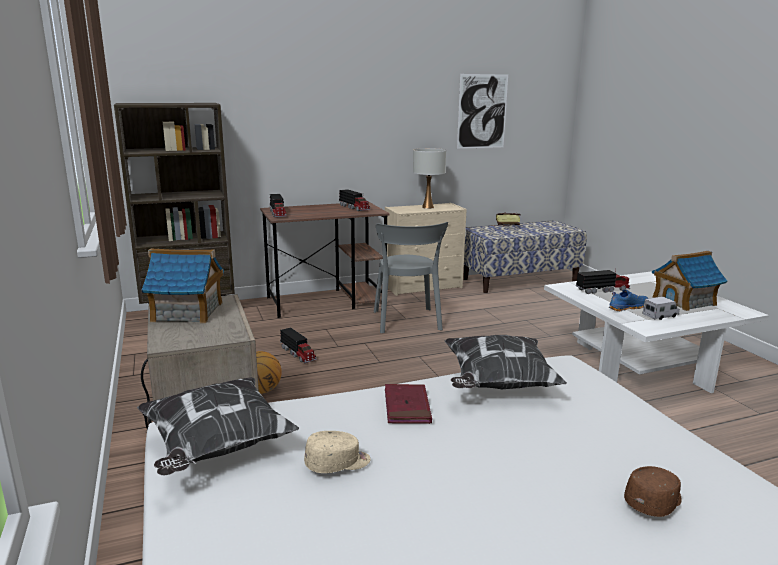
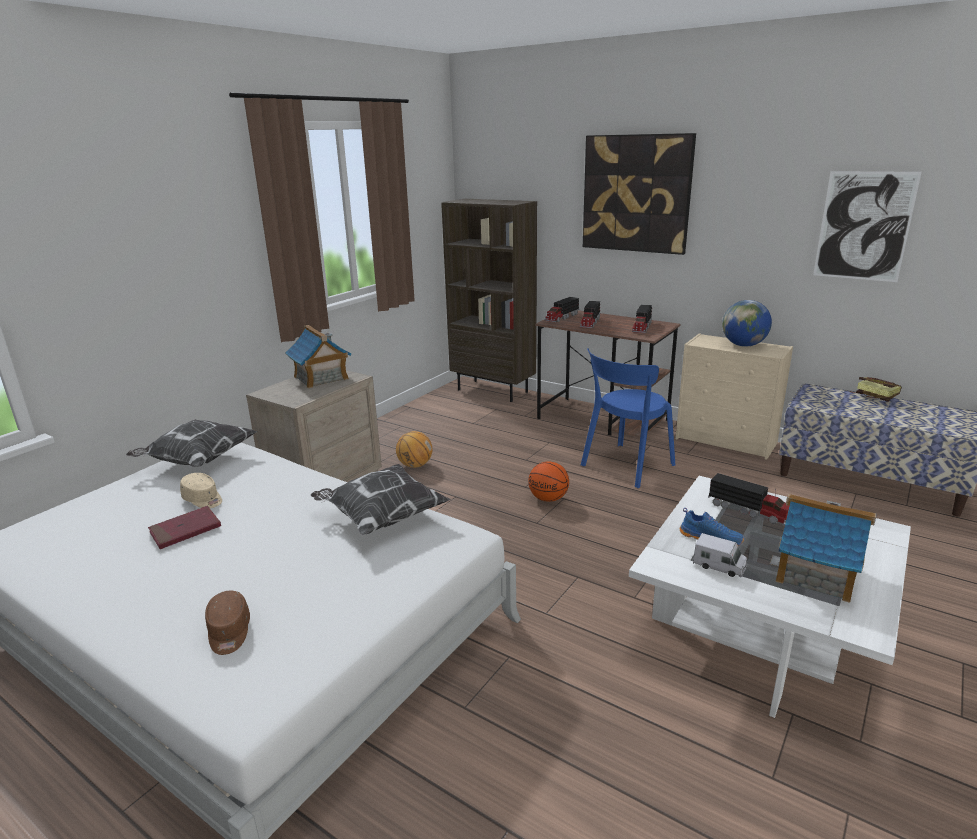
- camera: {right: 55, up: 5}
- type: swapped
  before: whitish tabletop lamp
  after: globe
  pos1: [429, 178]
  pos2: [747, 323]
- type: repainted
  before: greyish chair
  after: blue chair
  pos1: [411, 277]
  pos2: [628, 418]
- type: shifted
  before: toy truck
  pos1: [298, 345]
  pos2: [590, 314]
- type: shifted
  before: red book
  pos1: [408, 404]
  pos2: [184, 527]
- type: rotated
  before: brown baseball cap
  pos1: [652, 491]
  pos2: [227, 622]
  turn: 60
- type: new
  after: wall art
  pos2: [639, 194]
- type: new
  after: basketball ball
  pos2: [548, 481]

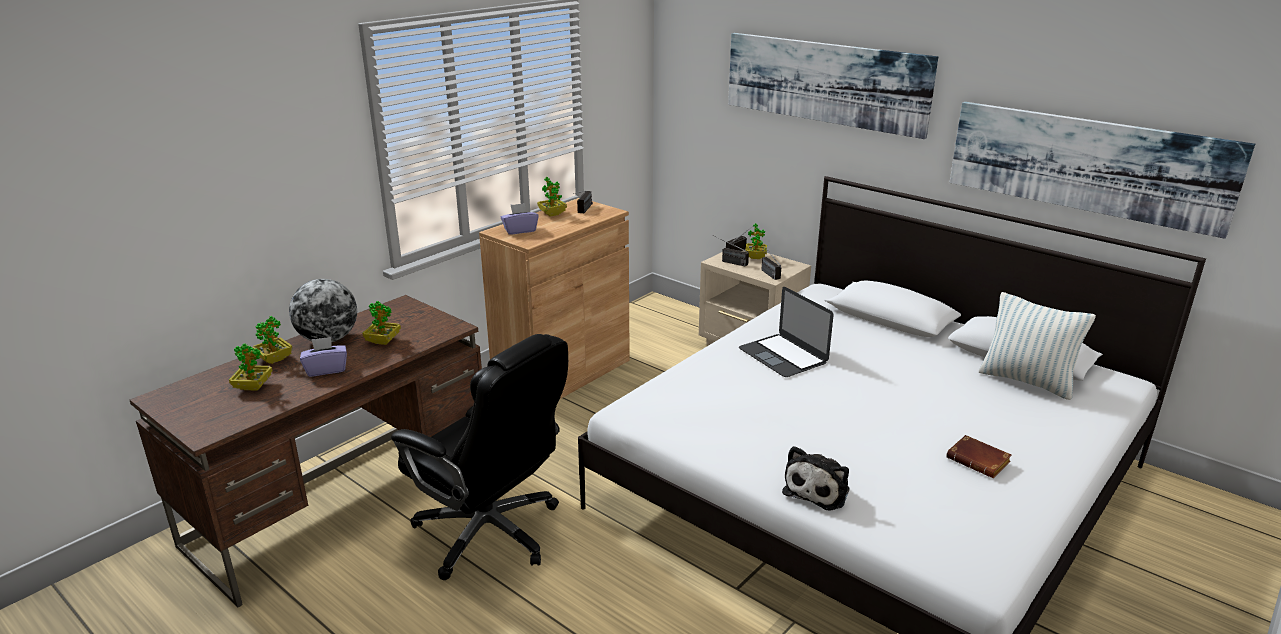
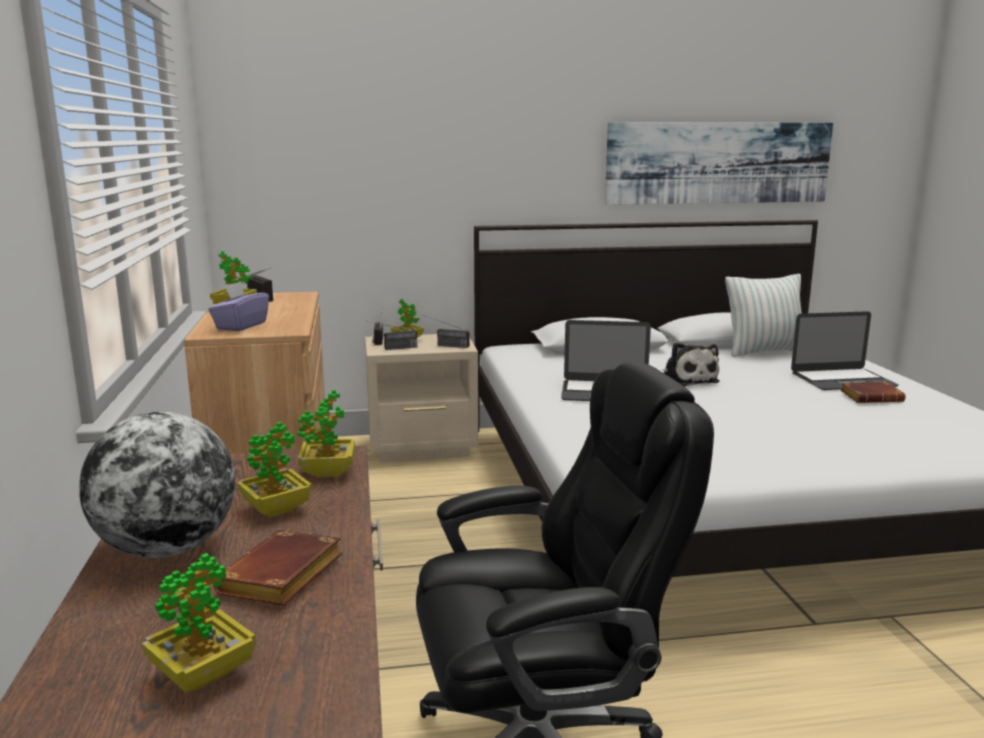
- camera: {right: -50, up: -10}
- type: gone
  before: wall art
  pos1: [833, 86]
- type: shifted
  before: potted plant
  pos1: [272, 340]
  pos2: [326, 434]
- type: swapped
  before: purple-coloured tissue holder
  after: brown book
  pos1: [323, 357]
  pos2: [277, 568]
- type: shifted
  before: soft toy
  pos1: [815, 478]
  pos2: [690, 364]
- type: new
  after: notebook computer
  pos2: [844, 350]

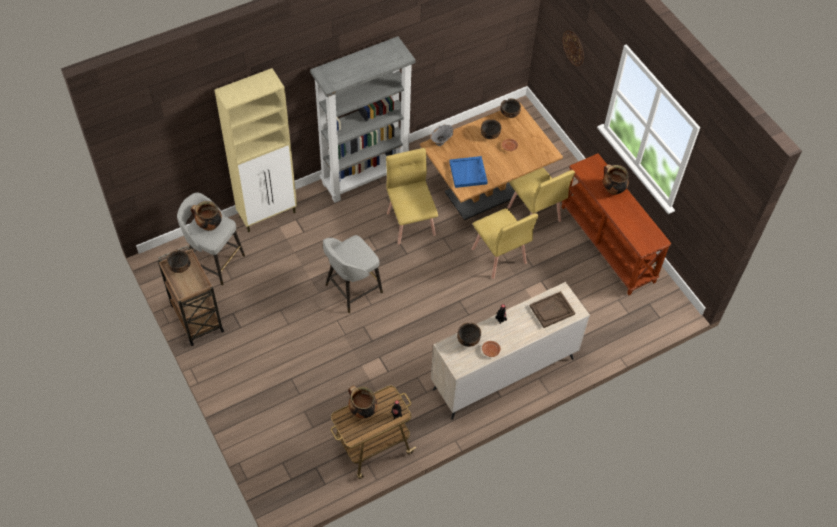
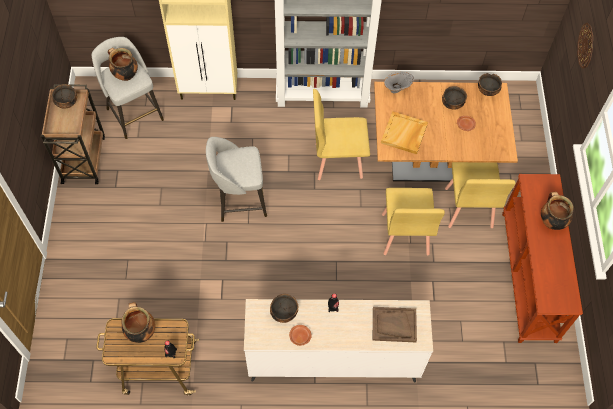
- camera: {right: 30, up: 5}
- type: rotated
  before: yellowish chair
  pos1: [412, 196]
  pos2: [341, 134]
  turn: -105
- type: repainted
  before: blue tray
  after: beige-coloured tray
  pos1: [468, 172]
  pos2: [404, 132]

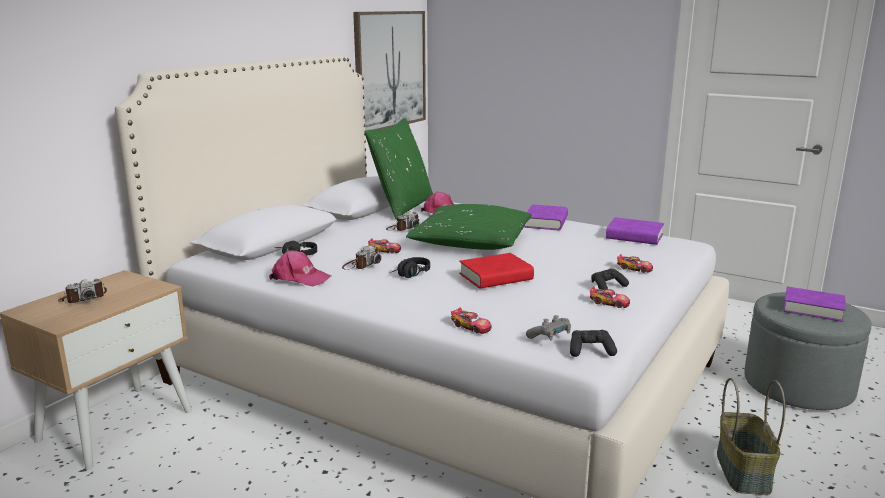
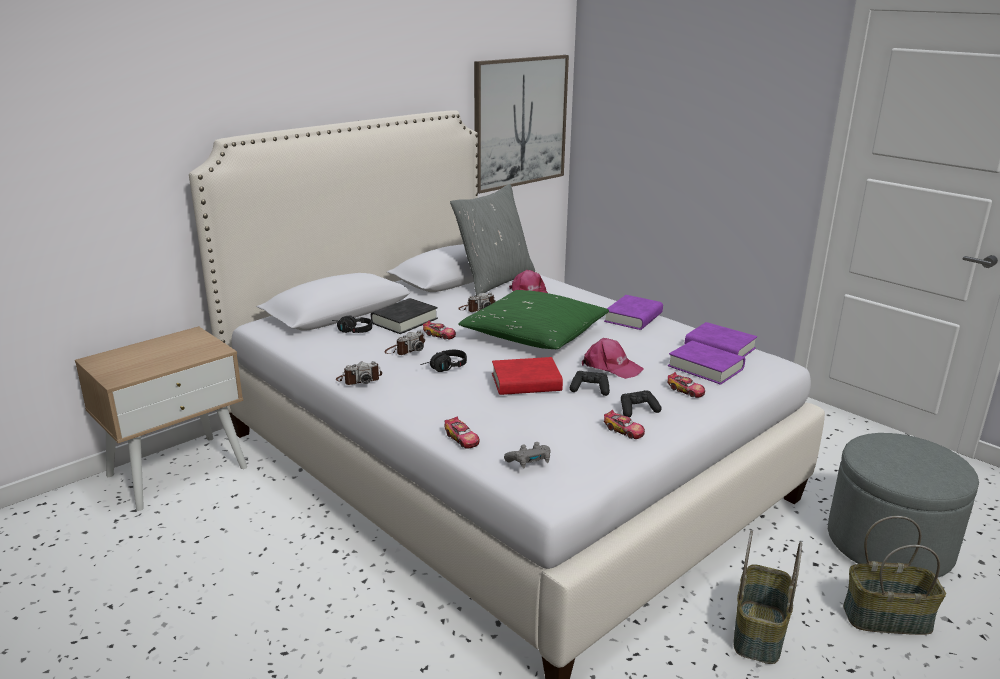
- camera: {right: 15, up: 5}
- type: repainted
  before: greenish throw pillow
  after: greyish throw pillow
  pos1: [398, 169]
  pos2: [492, 239]
- type: shifted
  before: pink baseball cap
  pos1: [300, 268]
  pos2: [613, 358]
- type: shifted
  before: still camera
  pos1: [82, 290]
  pos2: [359, 373]
- type: shifted
  before: purple-coloured book
  pos1: [814, 304]
  pos2: [706, 363]
- type: shifted
  before: black game controller
  pos1: [593, 343]
  pos2: [590, 383]
- type: new
  after: black book
  pos2: [404, 316]
- type: new
  after: basket
  pos2: [894, 575]

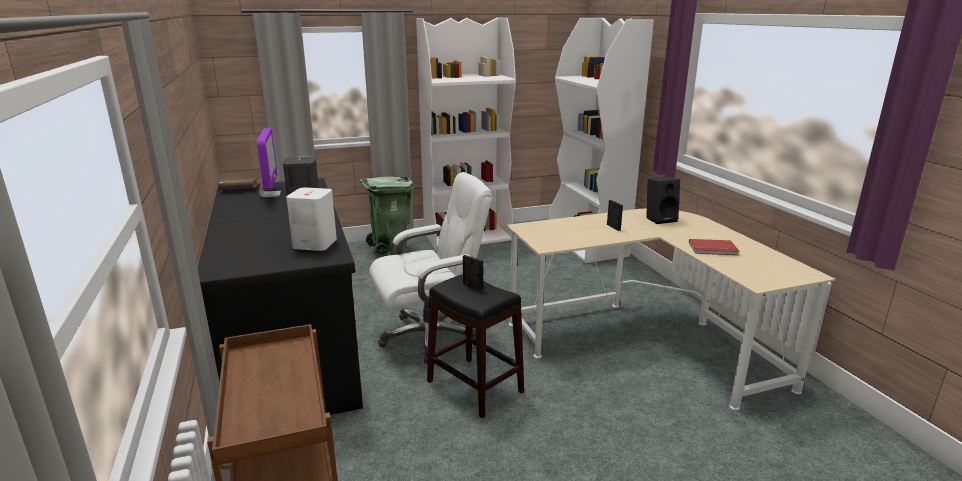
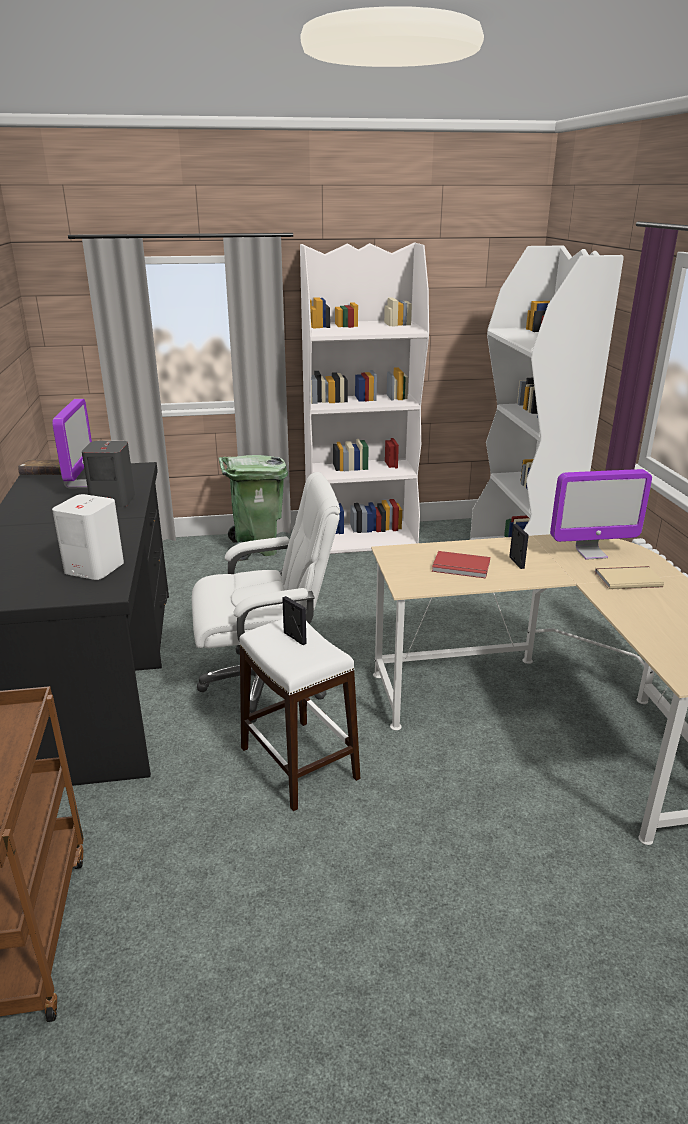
- camera: {right: 10, up: 5}
- type: swapped
  before: black speaker
  after: computer screen
  pos1: [663, 200]
  pos2: [601, 514]
- type: shifted
  before: red book
  pos1: [714, 247]
  pos2: [461, 564]
- type: repainted
  before: black stool seat
  after: whitish stool seat
  pos1: [475, 346]
  pos2: [300, 715]
- type: new
  after: beige-coloured book
  pos2: [629, 577]

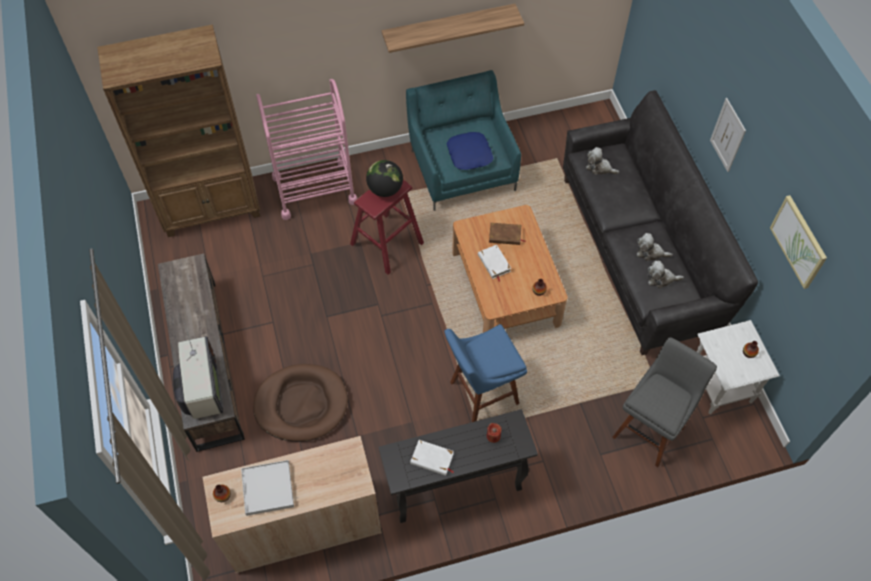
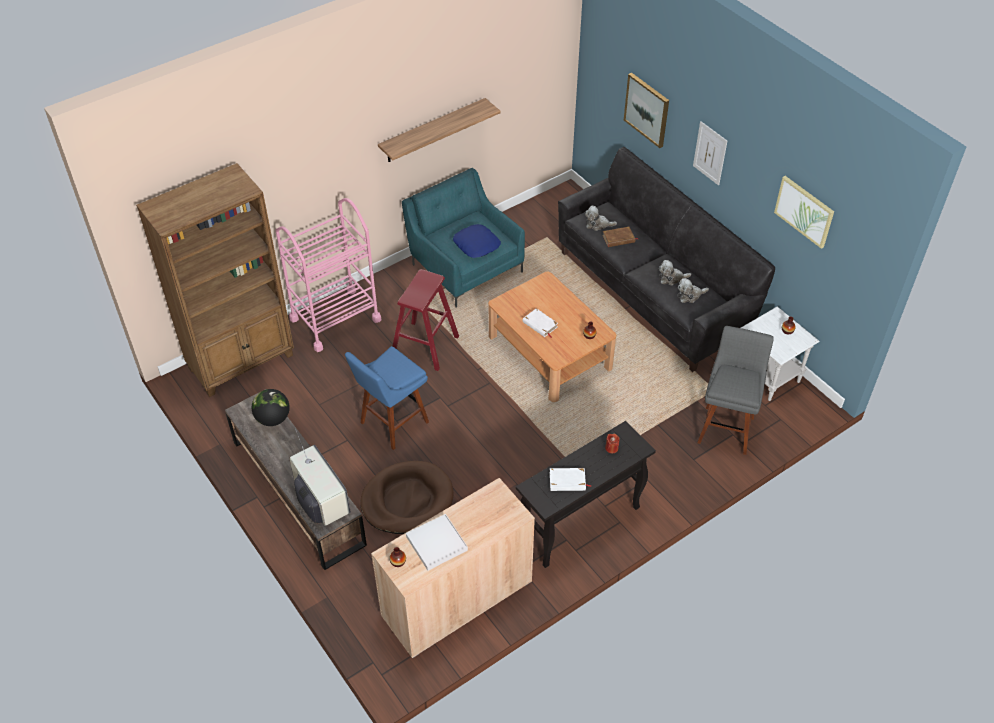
- camera: {right: -20, up: -10}
- type: shifted
  before: globe
  pos1: [384, 178]
  pos2: [271, 407]
- type: shifted
  before: brown book
  pos1: [507, 234]
  pos2: [620, 237]
- type: shifted
  before: blue stool seat
  pos1: [485, 373]
  pos2: [387, 398]
- type: new
  after: wall art
  pos2: [646, 110]

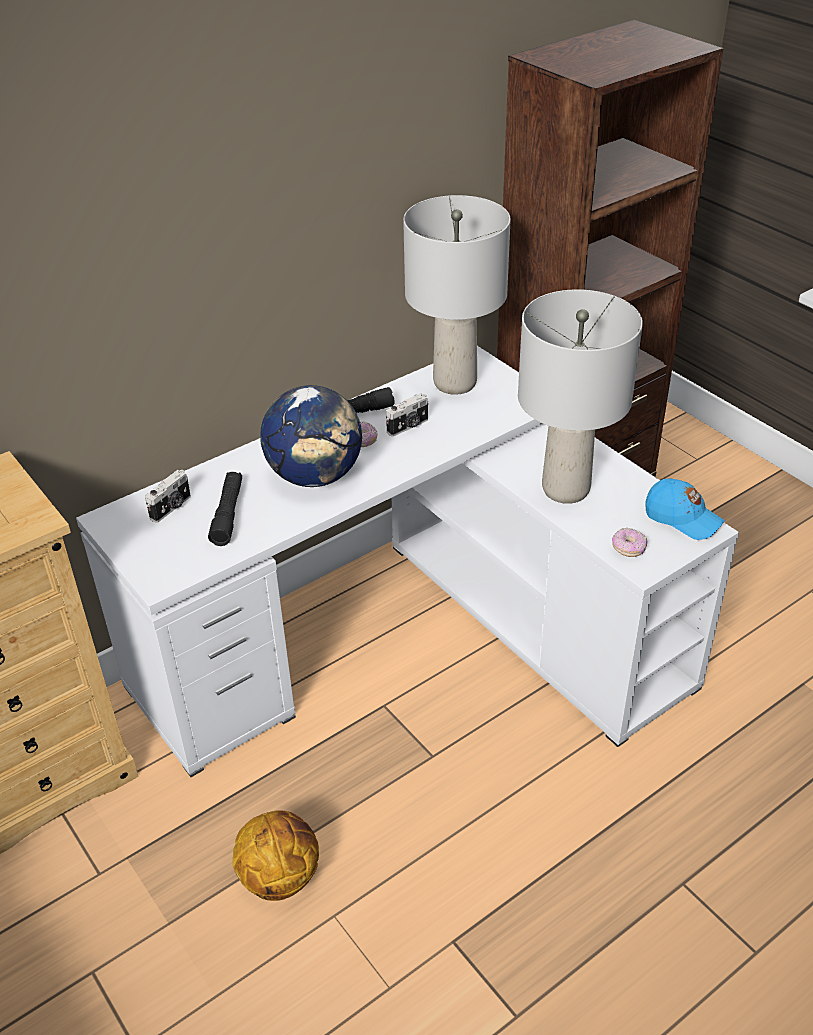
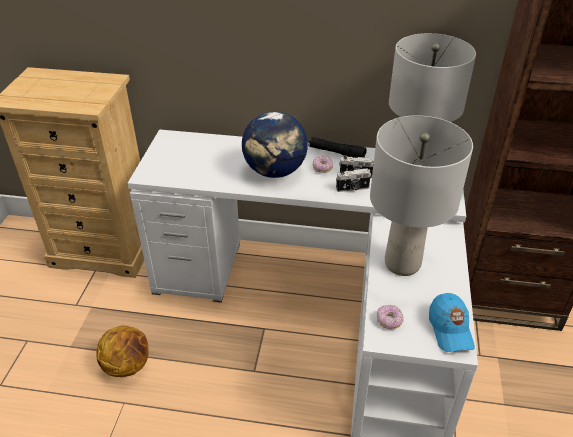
- camera: {right: 45, up: 0}
- type: shifted
  before: still camera
  pos1: [168, 496]
  pos2: [353, 180]
- type: gone
  before: black hand torch
  pos1: [225, 509]

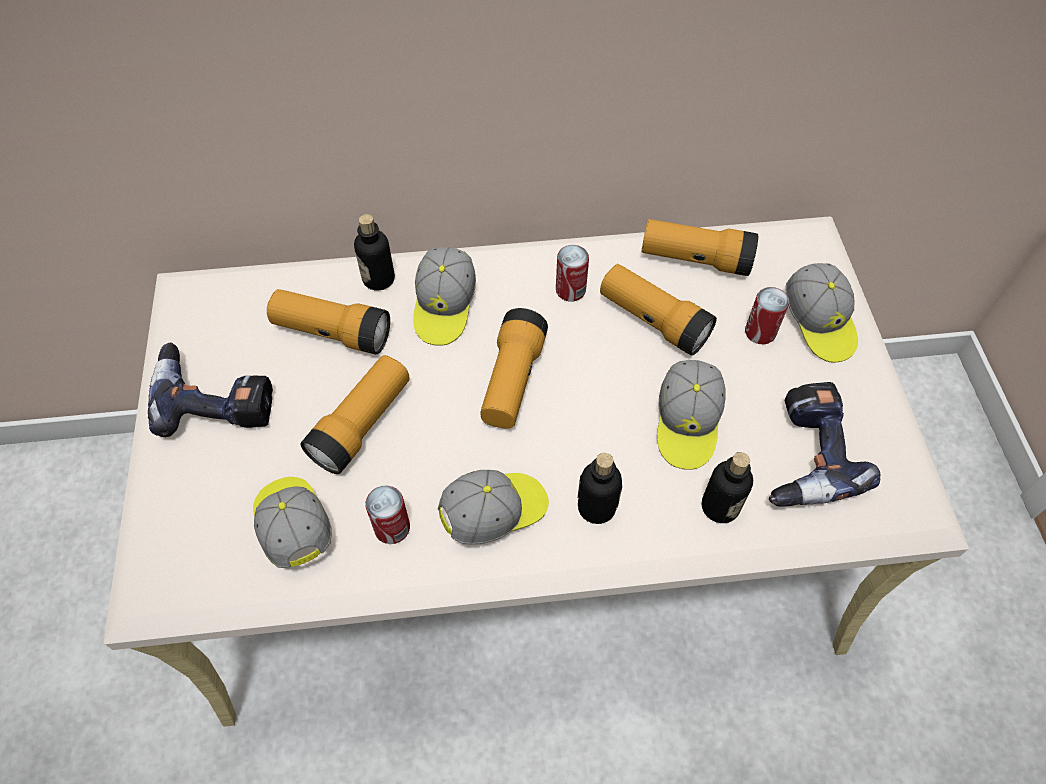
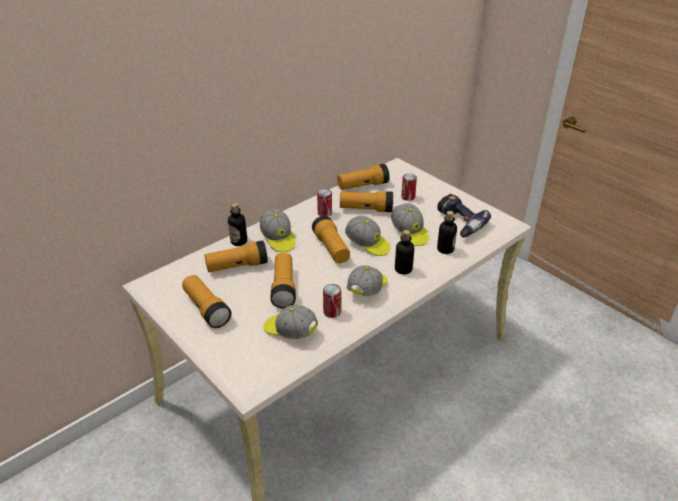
- camera: {right: -35, up: -20}
- type: shifted
  before: baseball cap
  pos1: [822, 313]
  pos2: [368, 236]
- type: swapped
  before: power drill
  after: hand torch
  pos1: [210, 389]
  pos2: [206, 301]

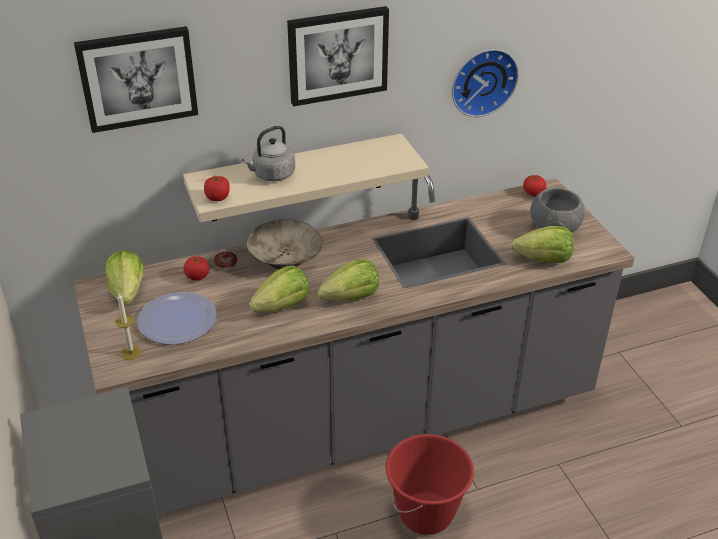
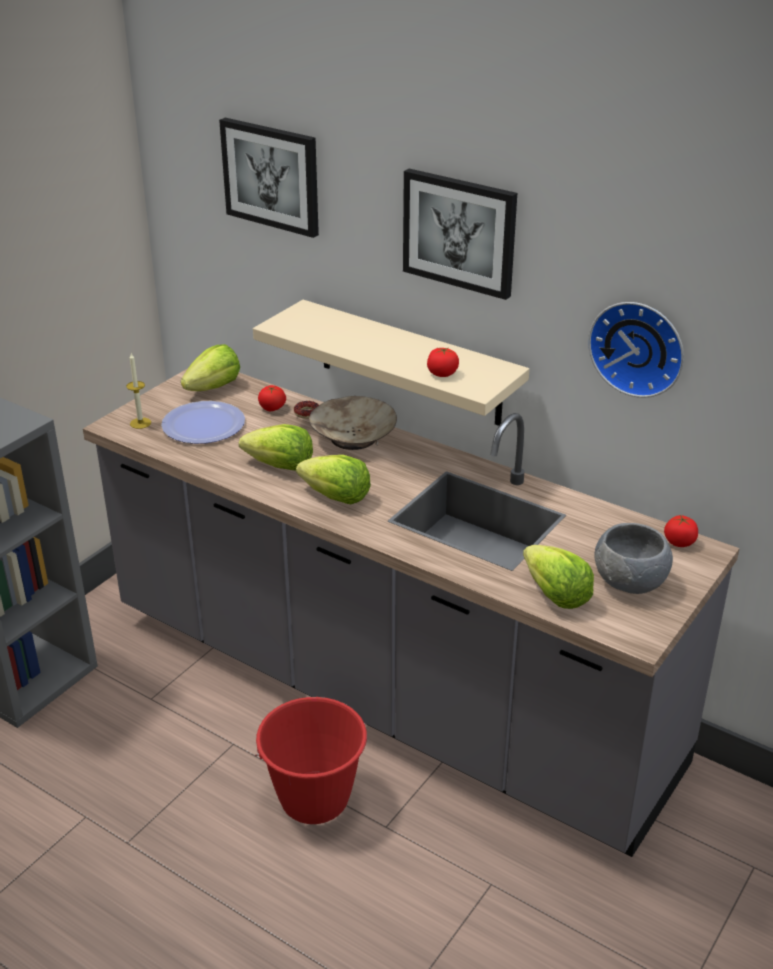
- camera: {right: 55, up: -5}
- type: gone
  before: greyish tea kettle
  pos1: [268, 153]
- type: shifted
  before: fresh tomato
  pos1: [217, 188]
  pos2: [443, 362]

